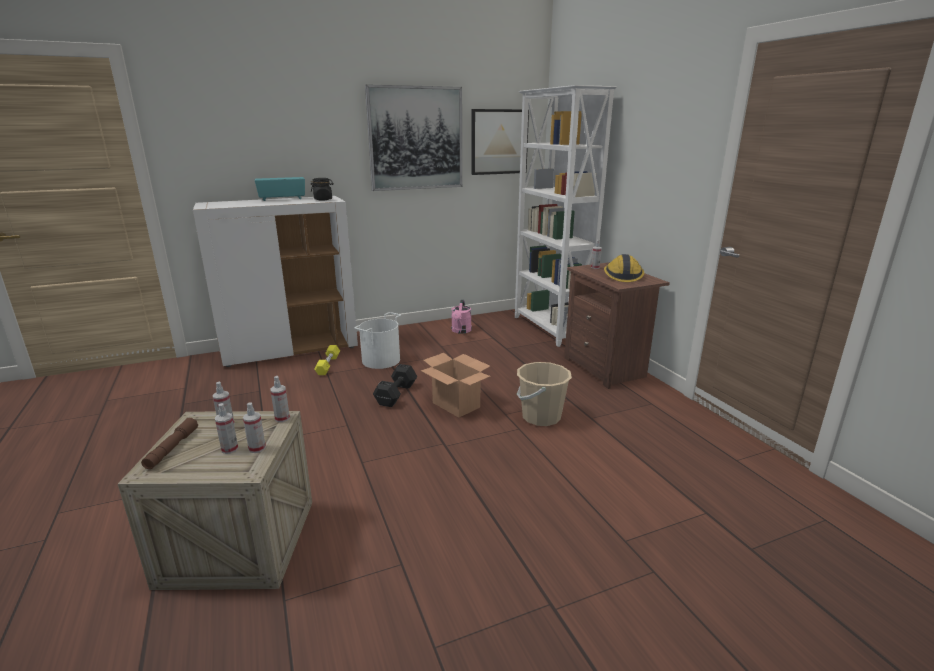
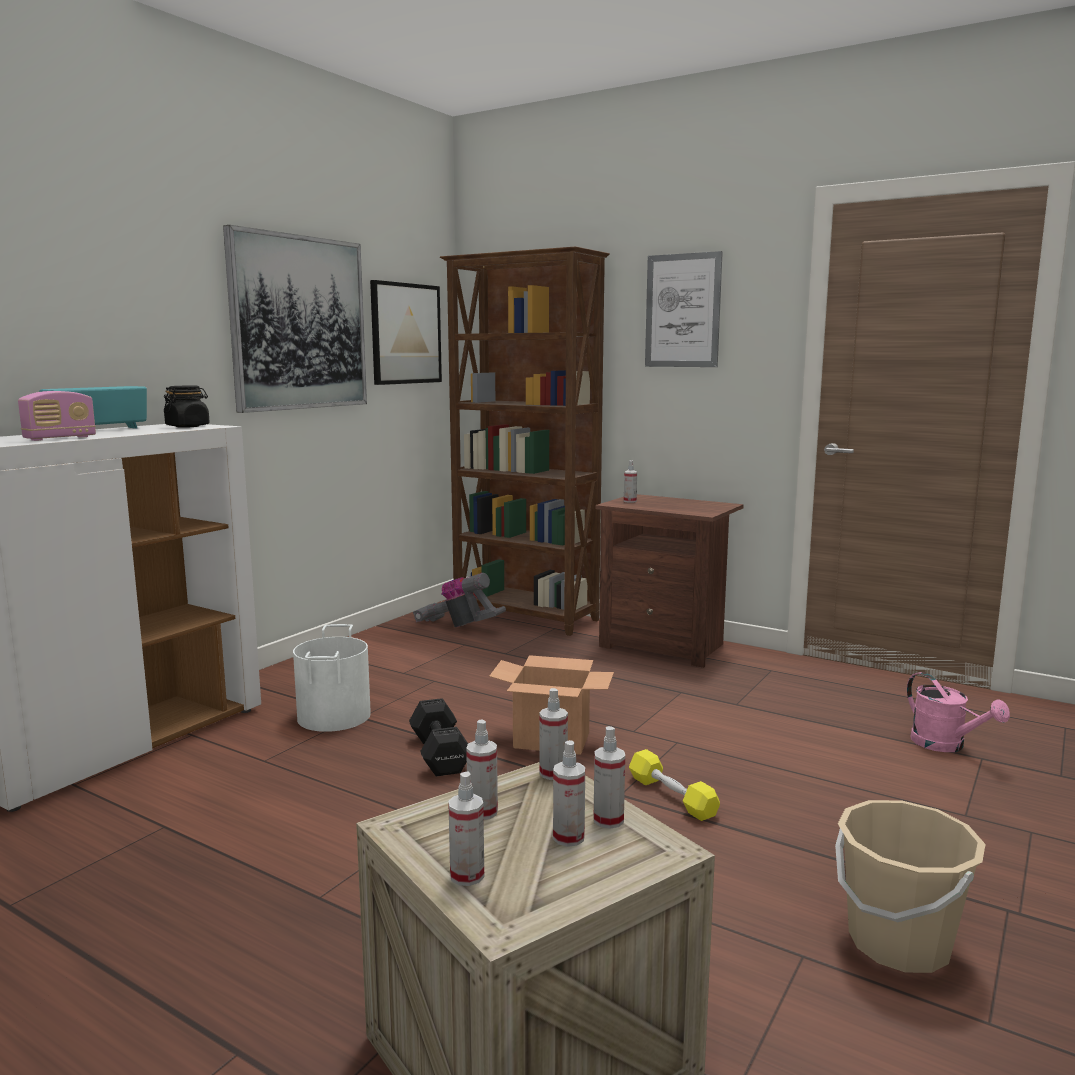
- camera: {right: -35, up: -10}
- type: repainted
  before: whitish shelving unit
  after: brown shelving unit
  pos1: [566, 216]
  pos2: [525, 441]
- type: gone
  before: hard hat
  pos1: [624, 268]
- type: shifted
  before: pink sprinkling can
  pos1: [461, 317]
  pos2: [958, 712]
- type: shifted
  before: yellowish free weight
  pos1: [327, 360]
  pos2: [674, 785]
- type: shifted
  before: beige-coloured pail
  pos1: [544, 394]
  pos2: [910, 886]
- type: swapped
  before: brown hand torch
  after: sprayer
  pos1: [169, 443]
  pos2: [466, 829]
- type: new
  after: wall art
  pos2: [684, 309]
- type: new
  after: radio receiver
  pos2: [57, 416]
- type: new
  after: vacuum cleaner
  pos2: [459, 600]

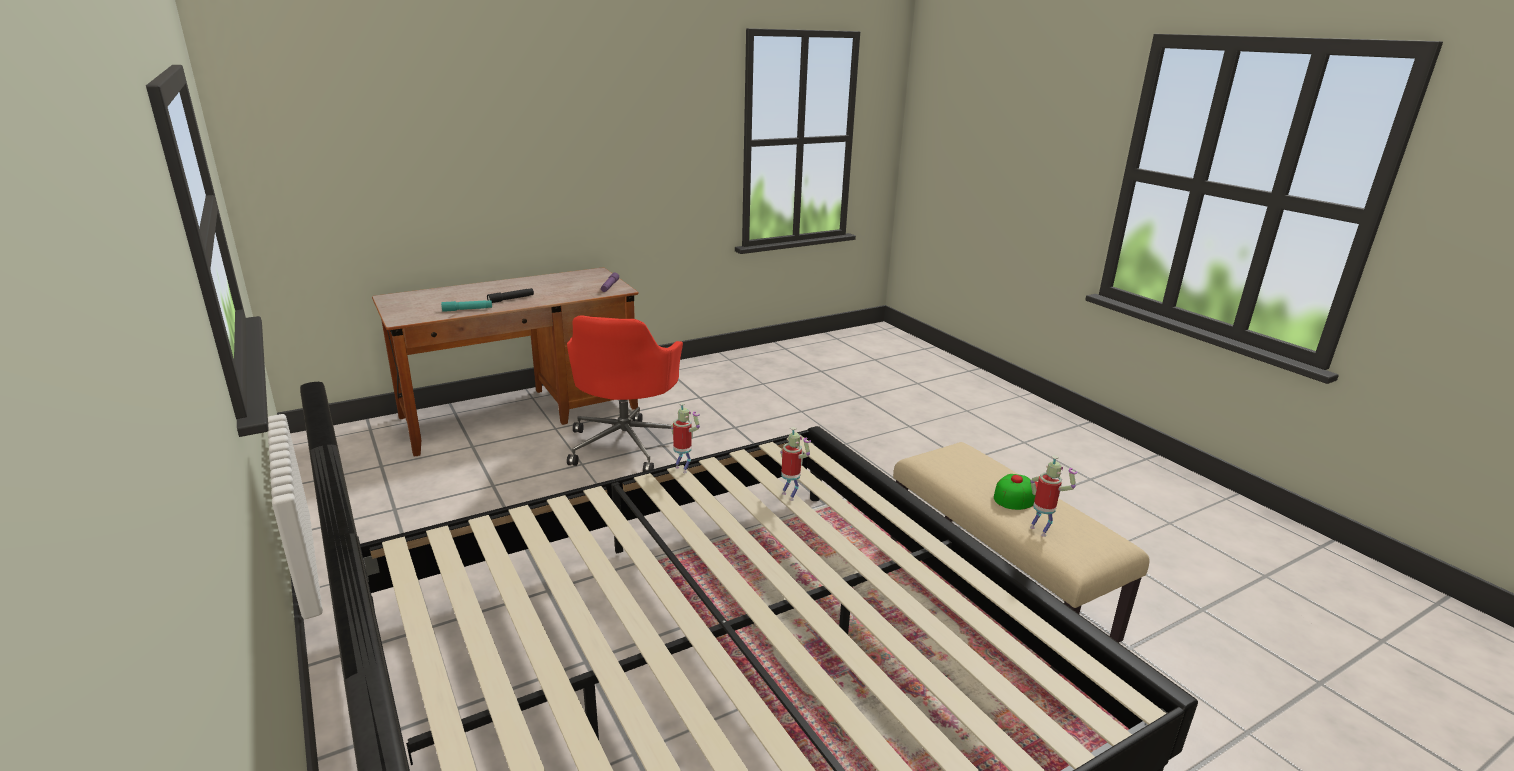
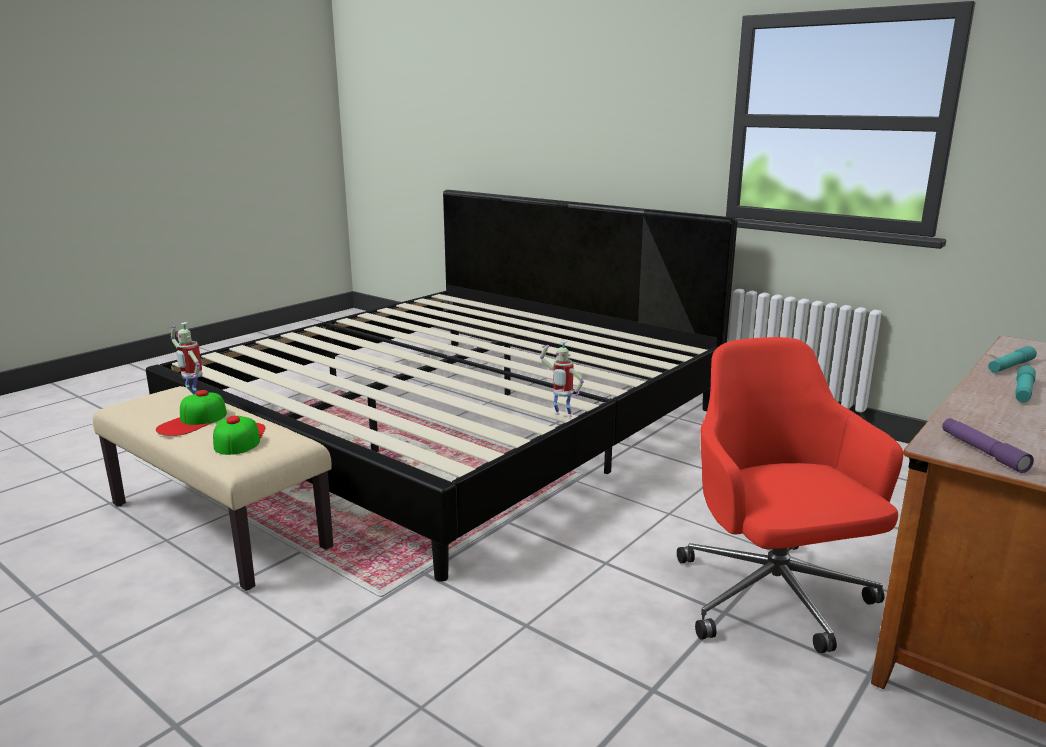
- camera: {right: 160, up: -5}
- type: repainted
  before: black hand torch
  after: blue-green hand torch
  pos1: [510, 295]
  pos2: [1025, 384]
- type: gone
  before: model robot
  pos1: [795, 464]
- type: new
  after: baseball cap
  pos2: [239, 435]

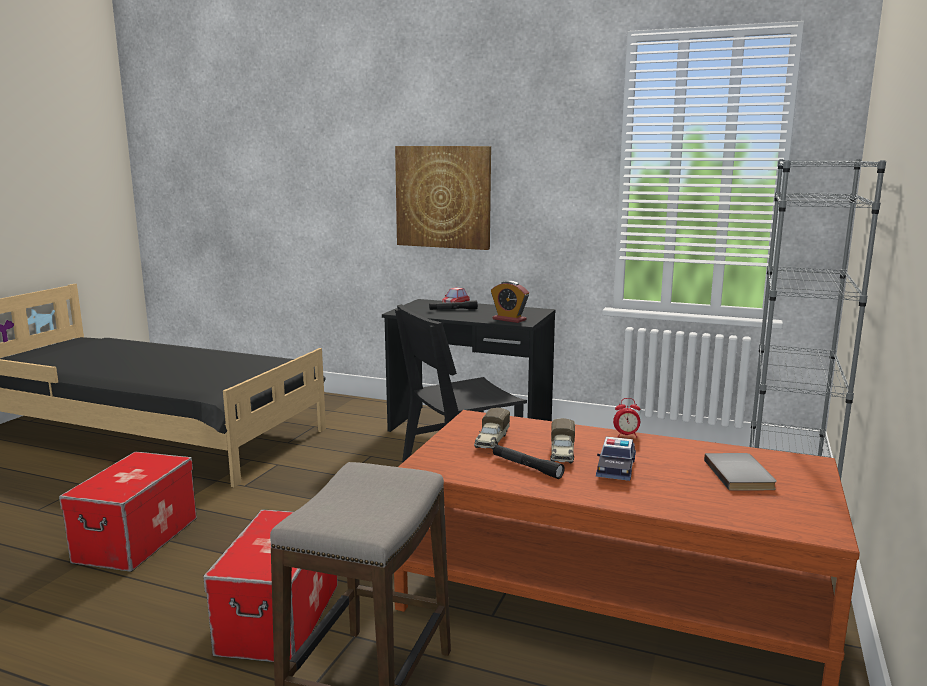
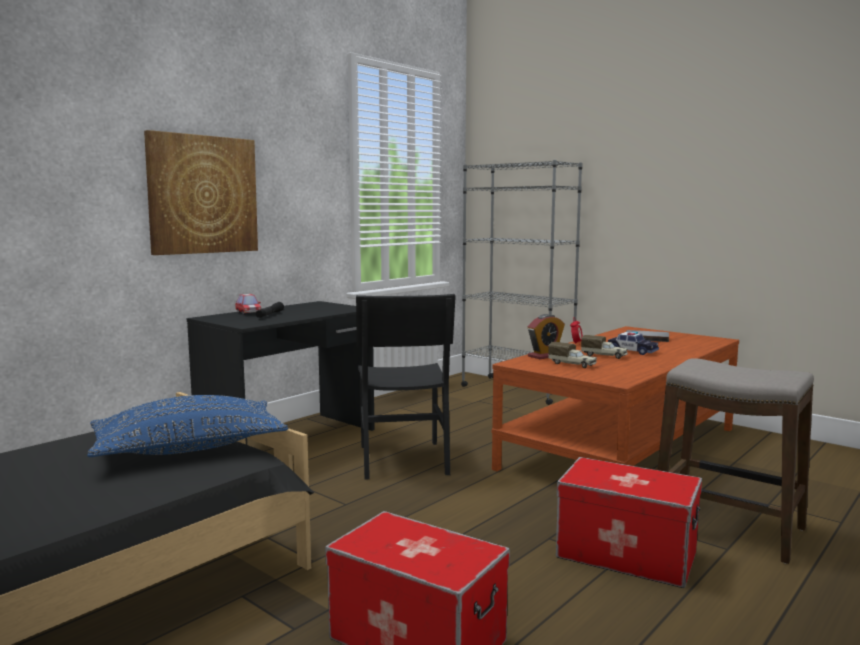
- camera: {right: -70, up: -5}
- type: shifted
  before: table clock
  pos1: [510, 302]
  pos2: [546, 336]
- type: gone
  before: black hand torch
  pos1: [528, 462]
- type: new
  after: blue throw pillow
  pos2: [187, 426]

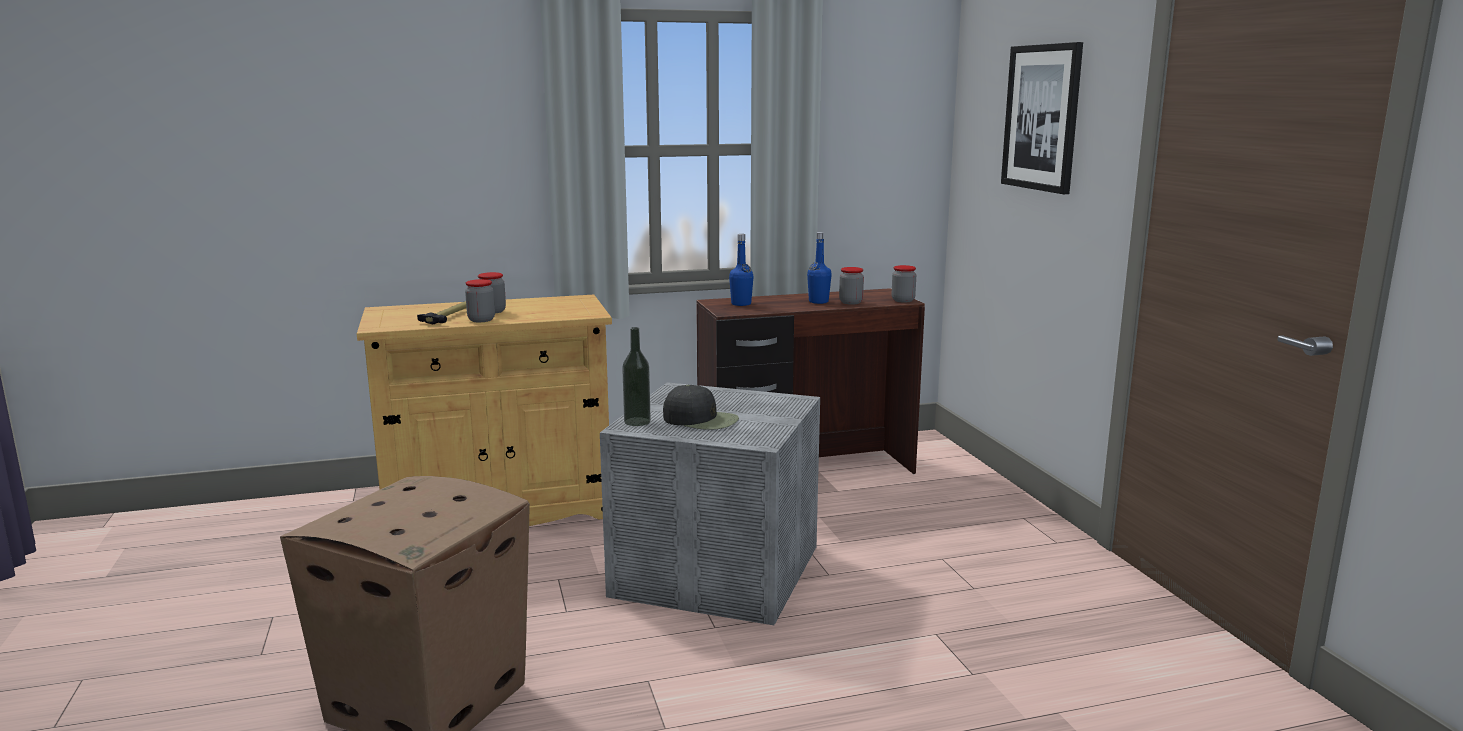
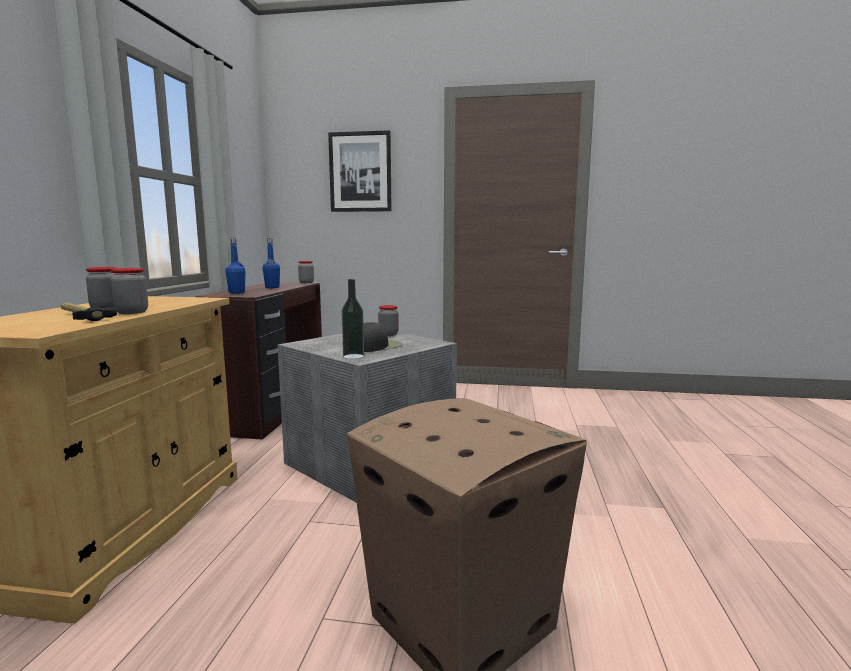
- camera: {right: -65, up: -5}
- type: shifted
  before: jar
  pos1: [851, 286]
  pos2: [388, 320]

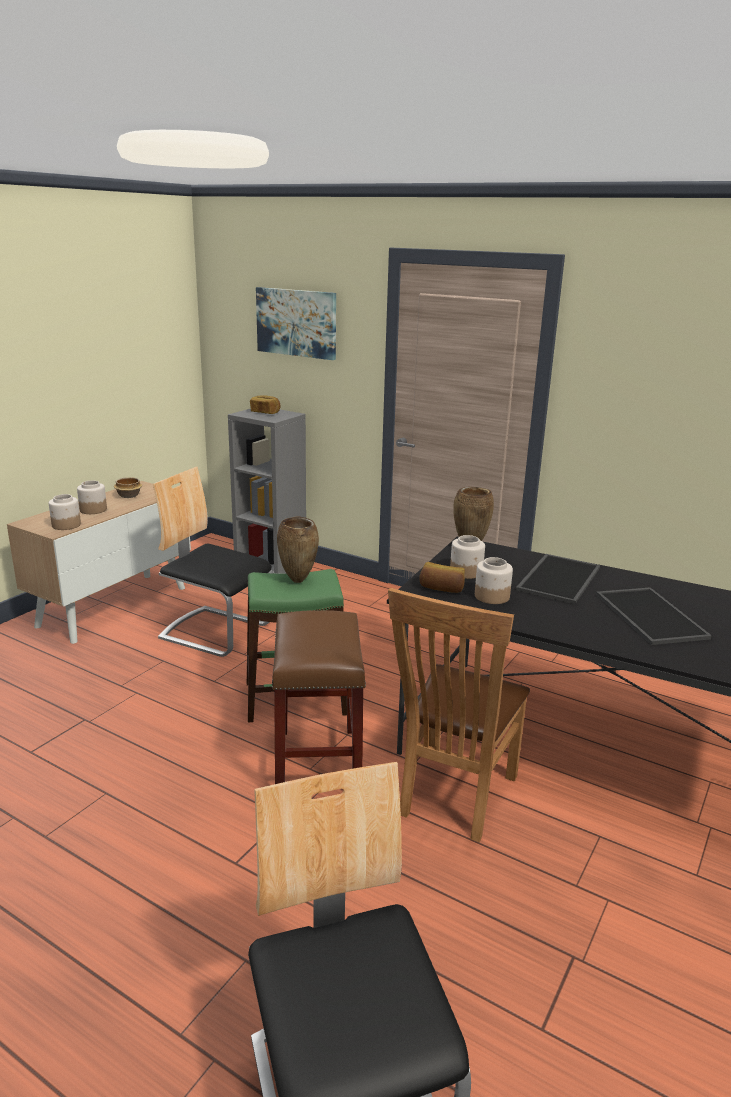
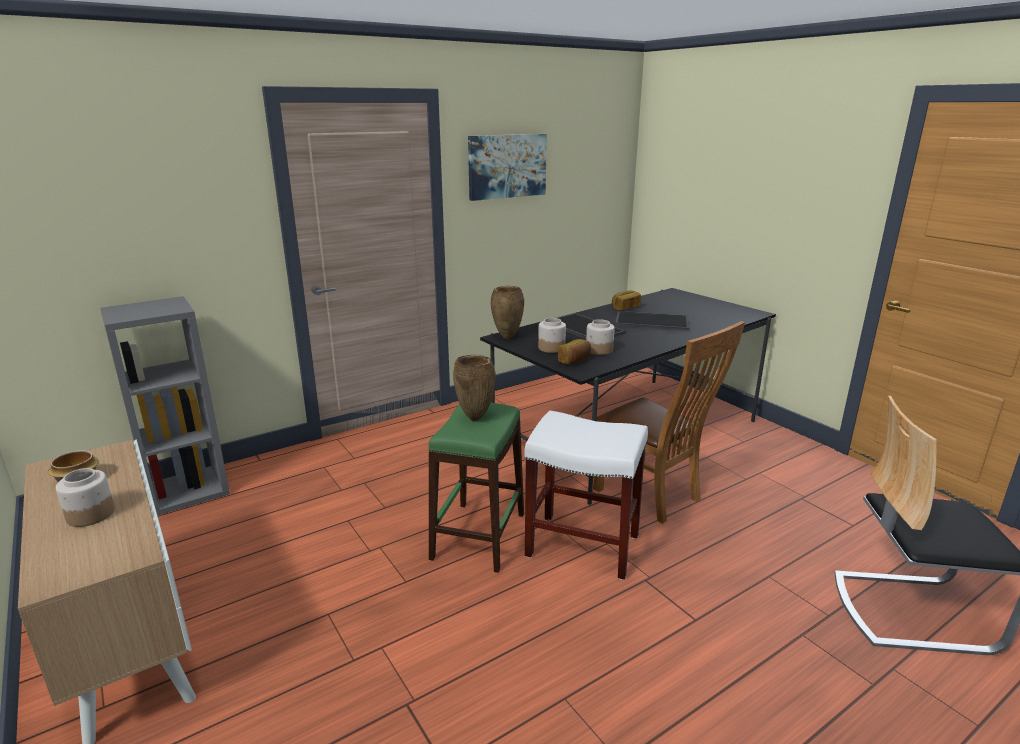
- camera: {right: -65, up: 0}
- type: shifted
  before: wall art
  pos1: [296, 323]
  pos2: [507, 167]
- type: shifted
  before: bakery bread
  pos1: [265, 404]
  pos2: [626, 300]
- type: gone
  before: chair
  pos1: [213, 562]
- type: gone
  before: jar
  pos1: [65, 512]
- type: repainted
  before: brown stool seat
  after: whitish stool seat
  pos1: [319, 697]
  pos2: [586, 495]

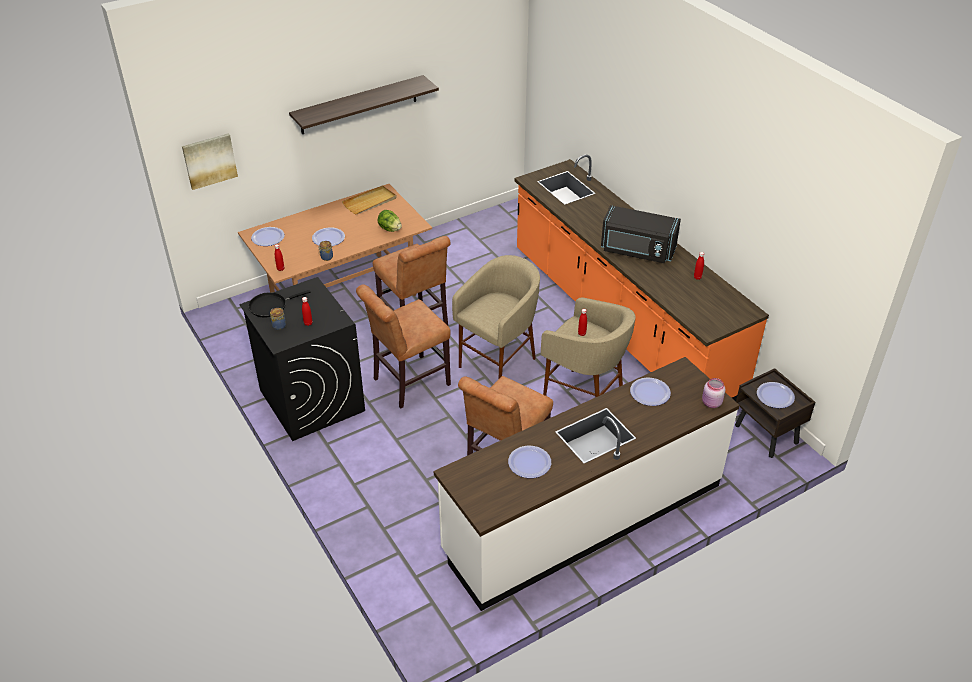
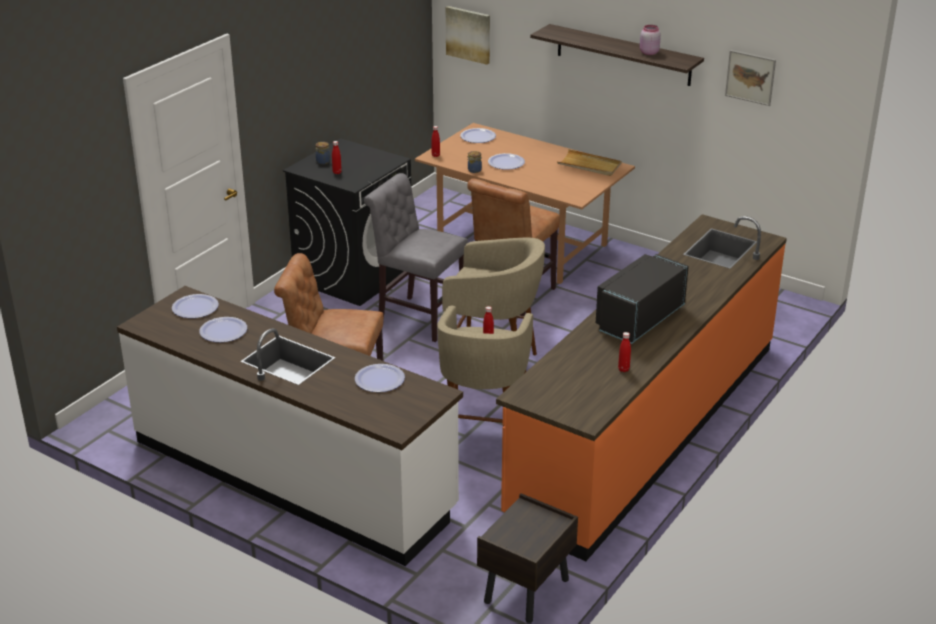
- camera: {right: 65, up: -10}
- type: rotated
  before: black microwave oven
  pos1: [641, 234]
  pos2: [642, 299]
  turn: 45
- type: gone
  before: lettuce
  pos1: [390, 221]
- type: repainted
  before: brown chair
  after: greyish chair
  pos1: [403, 346]
  pos2: [416, 257]
- type: gone
  before: black frying pan
  pos1: [279, 304]
- type: shifted
  before: pink jar
  pos1: [713, 393]
  pos2: [650, 40]
- type: shifted
  before: dinner plate
  pos1: [776, 395]
  pos2: [195, 306]
- type: new
  after: wall art
  pos2: [750, 78]

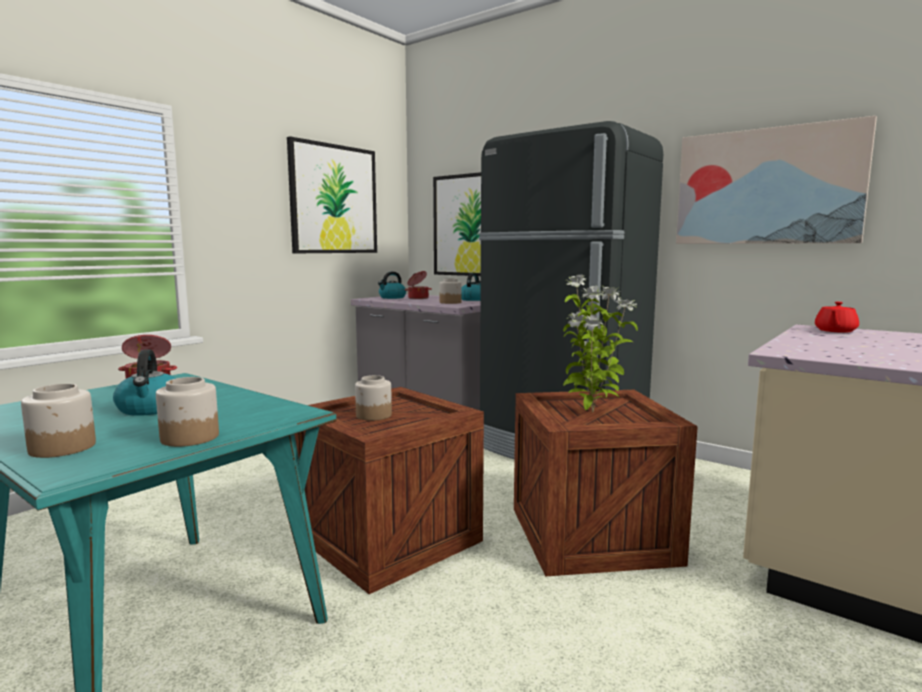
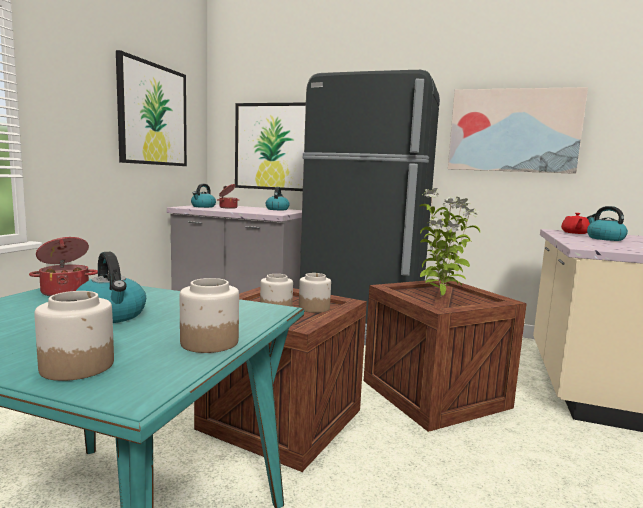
- camera: {right: -20, up: 0}
- type: shifted
  before: jar
  pos1: [450, 291]
  pos2: [315, 293]
- type: new
  after: tea kettle
  pos2: [607, 223]

